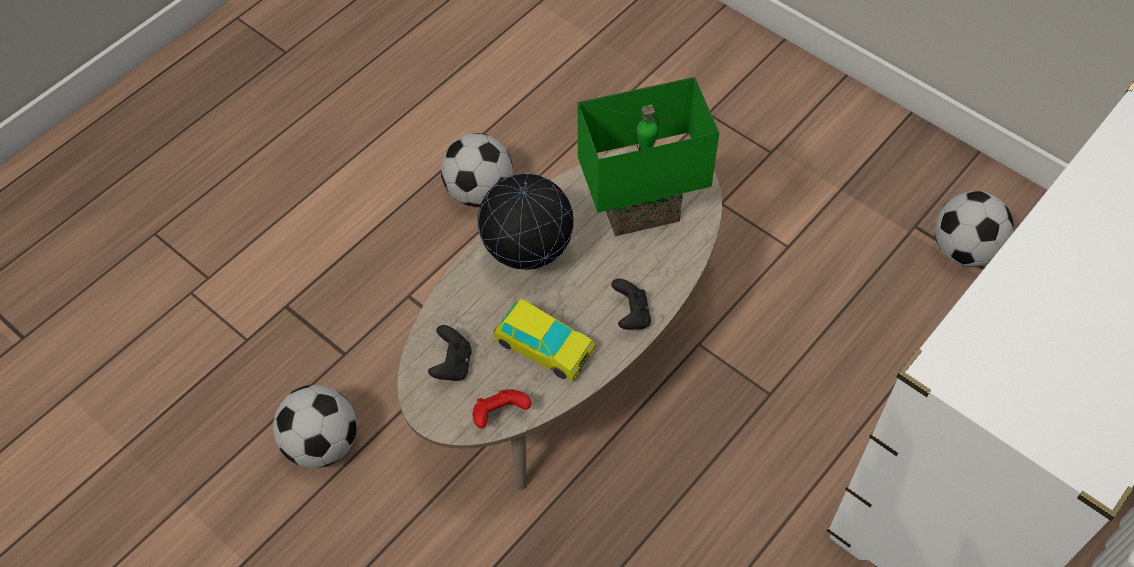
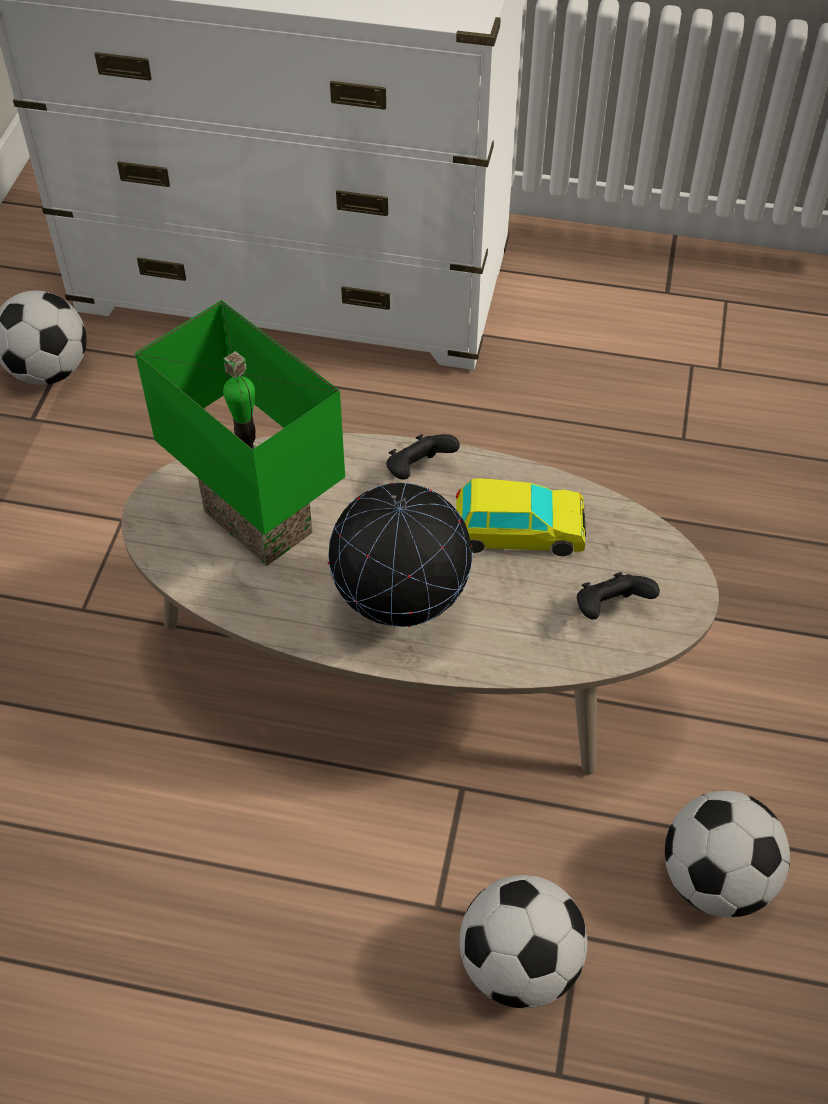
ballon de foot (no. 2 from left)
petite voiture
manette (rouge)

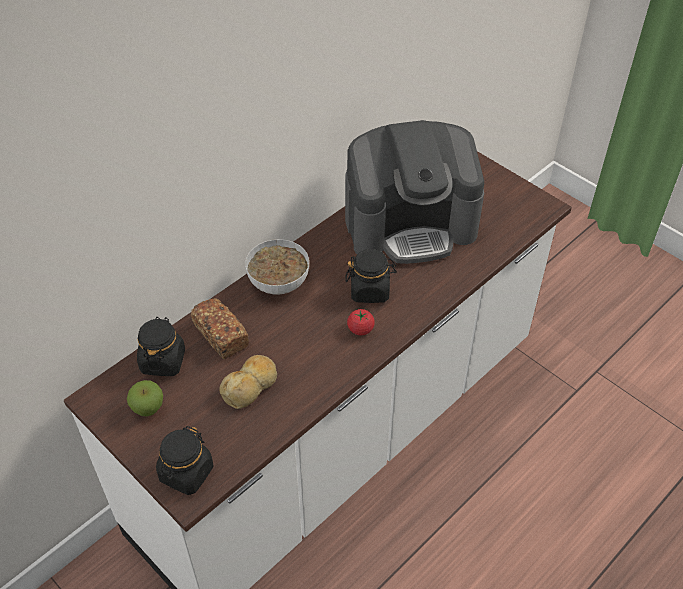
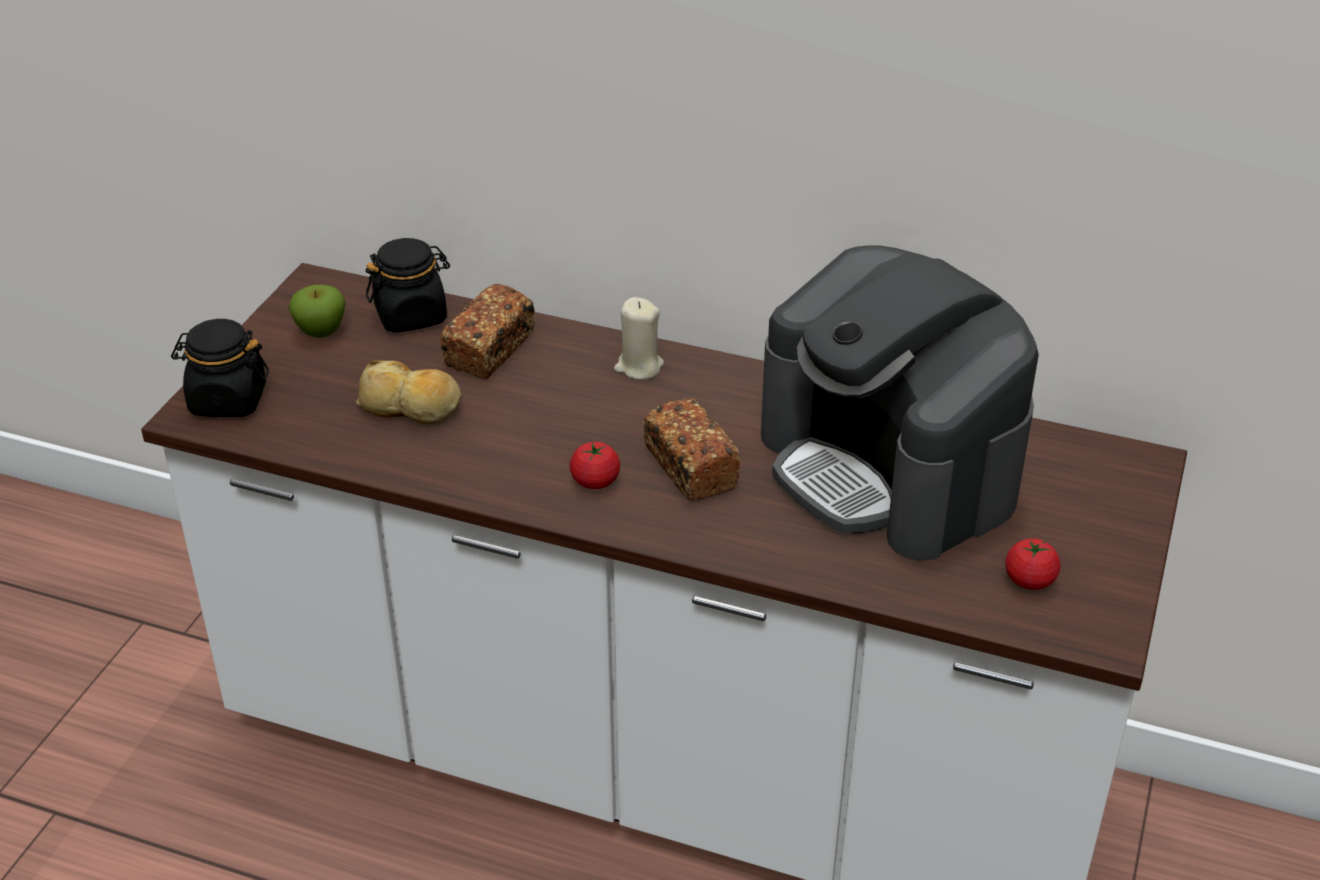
bougie (beige)
pain (no. 3 from left)
tomate (no. 2 from left)

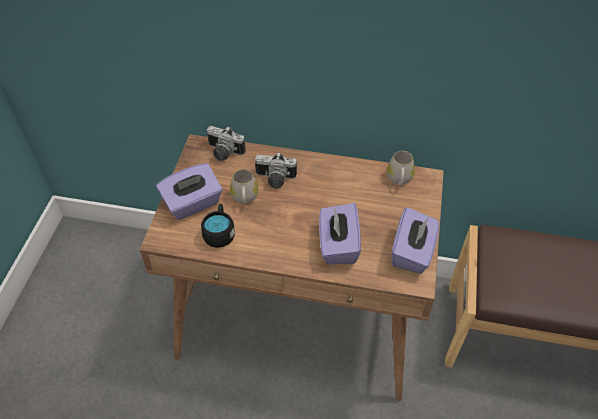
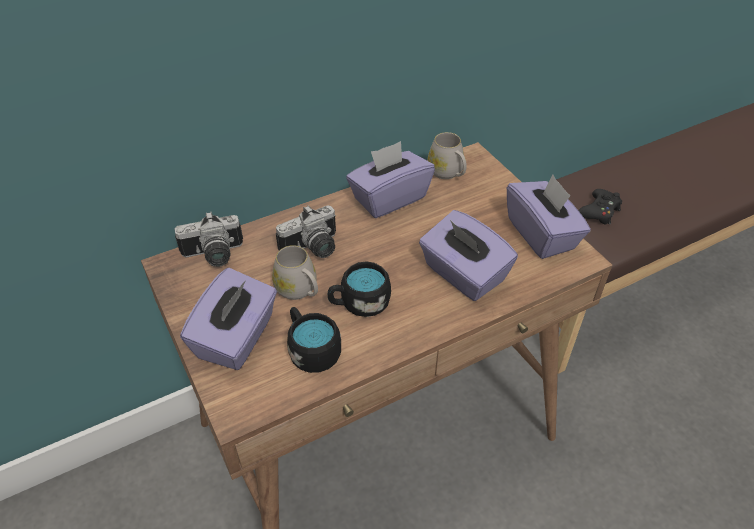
boîte à mouchoirs (violet) (no. 2 from left)
manette (noir)
mug (noir) (no. 2 from left)

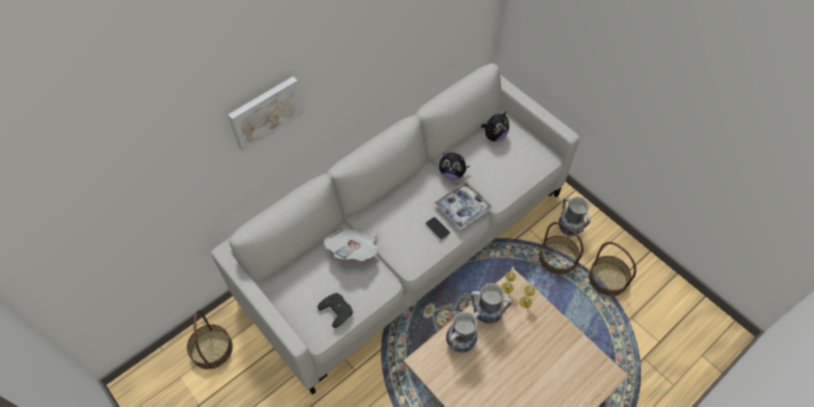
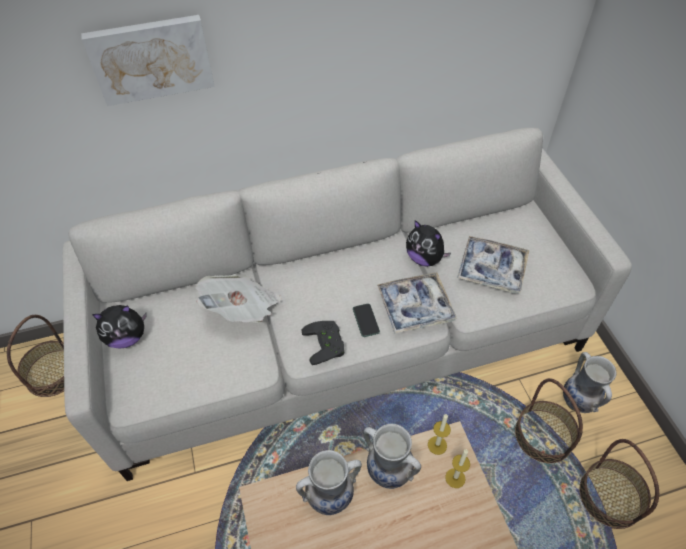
peluche (no. 1 from left)
manette (noir)
plateau (no. 2 from left)

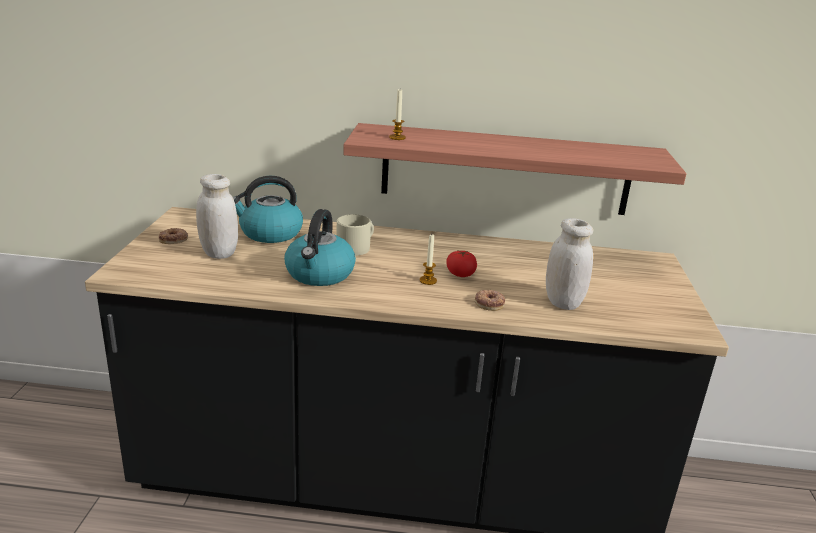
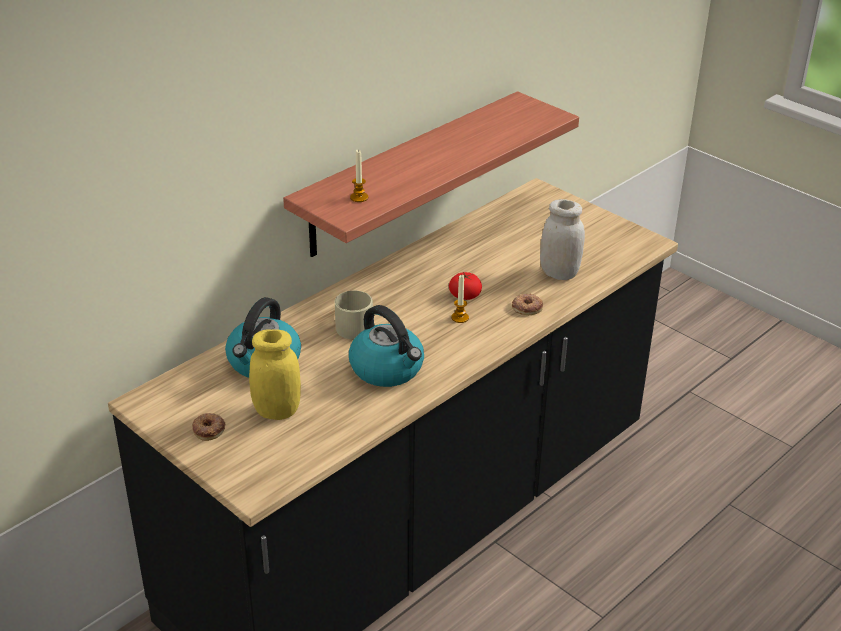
bocal (jaune)

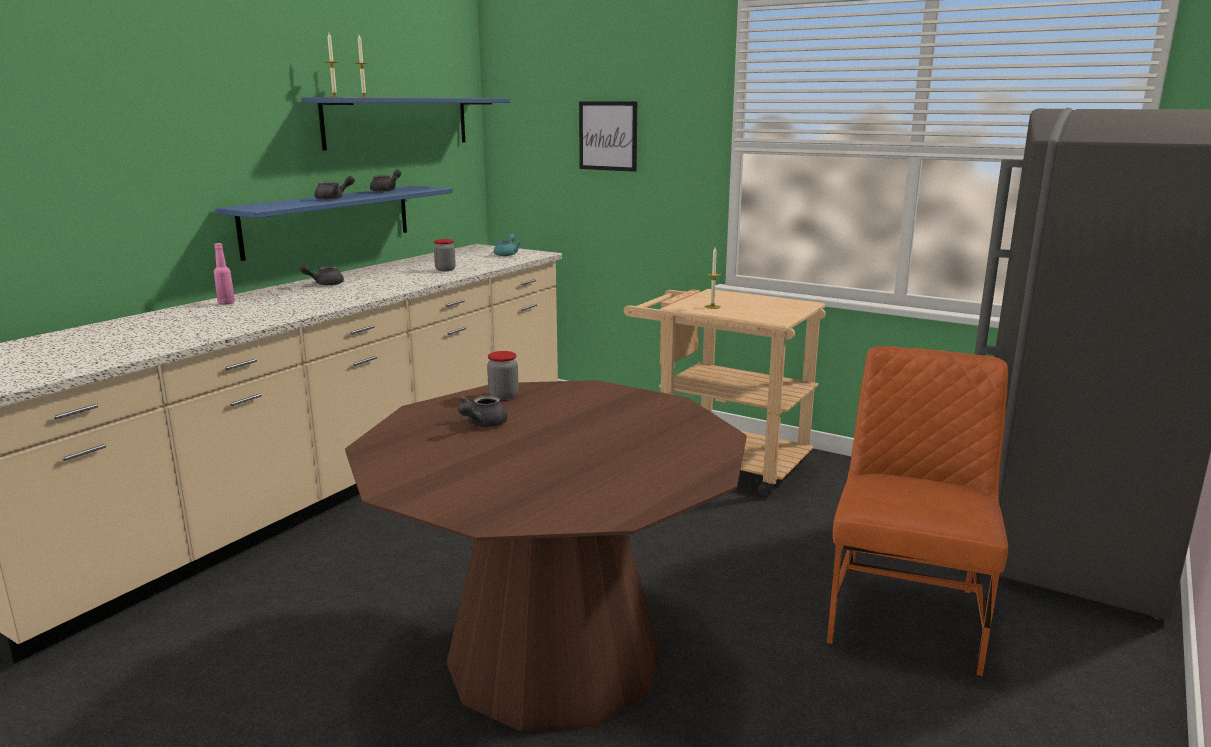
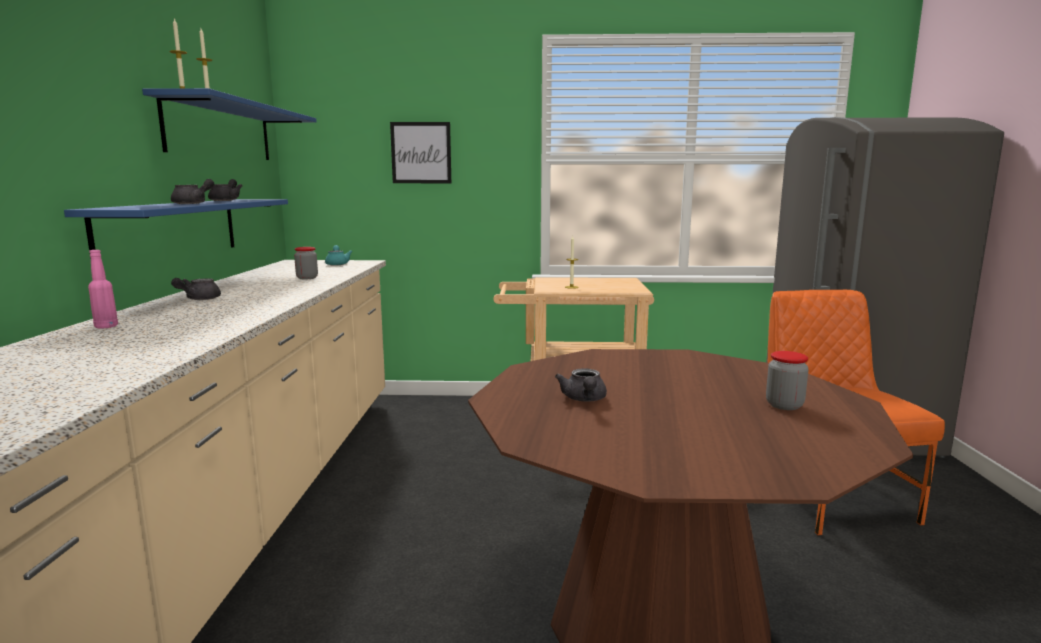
bocal (no. 2 from left)

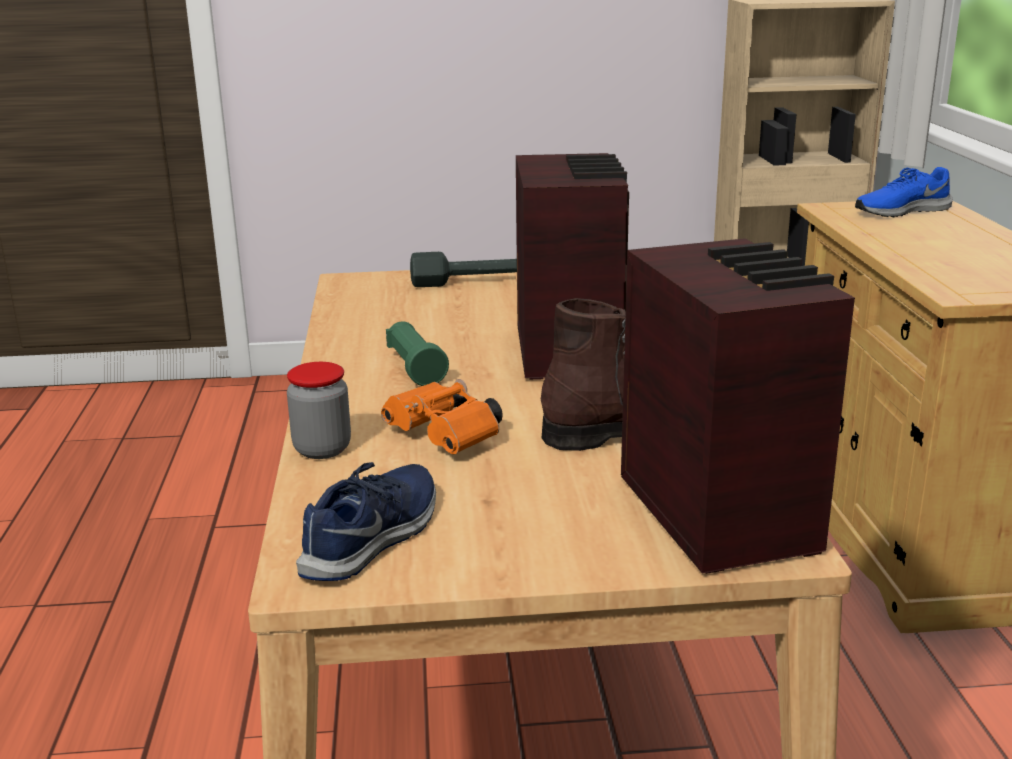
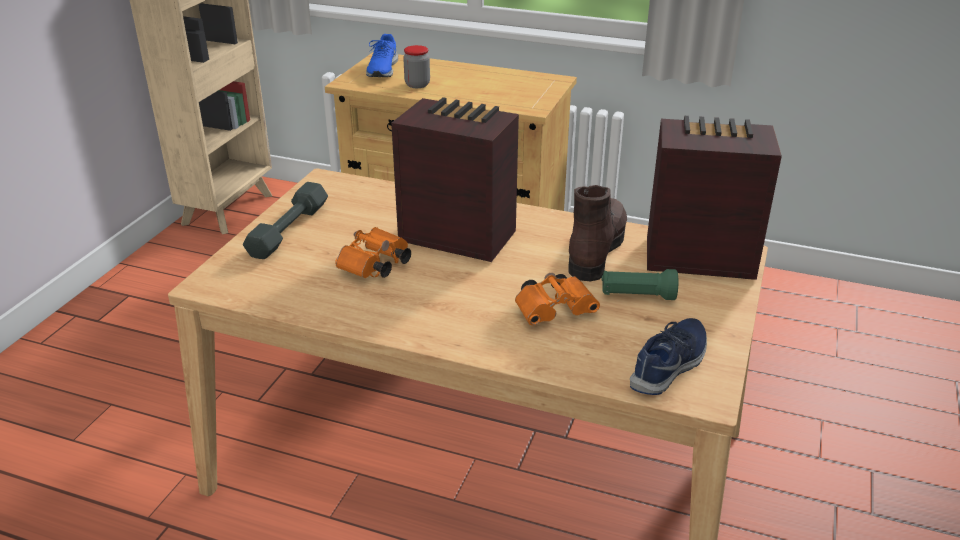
lampe de poche (vert)
bocal
chaussure (bleu) (no. 2 from left)
jumelles (orange) (no. 1 from left)

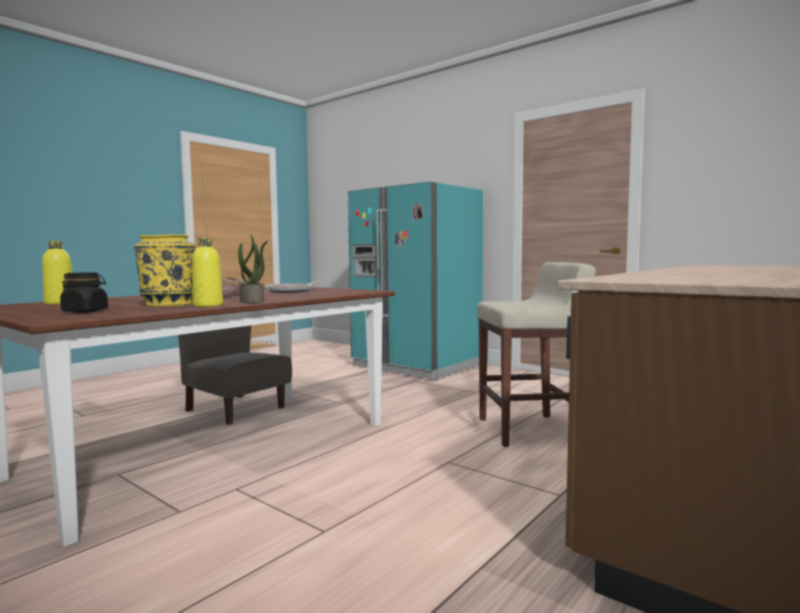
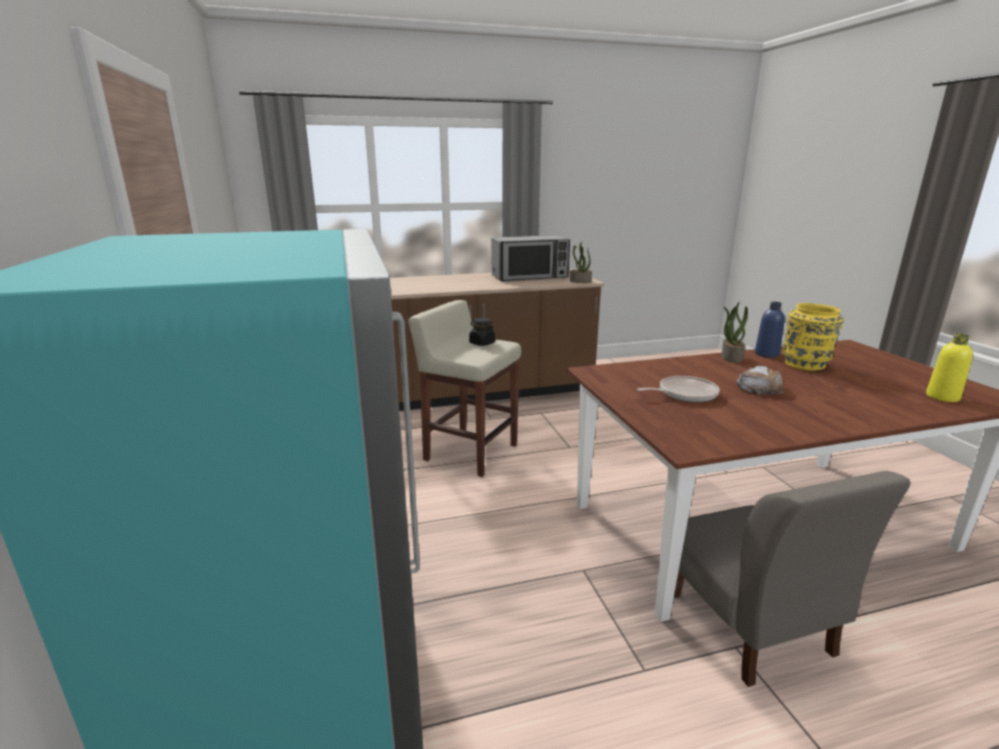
bouteille (bleu)
bocal (noir)
micro-ondes
plante en pot (no. 1 from left)

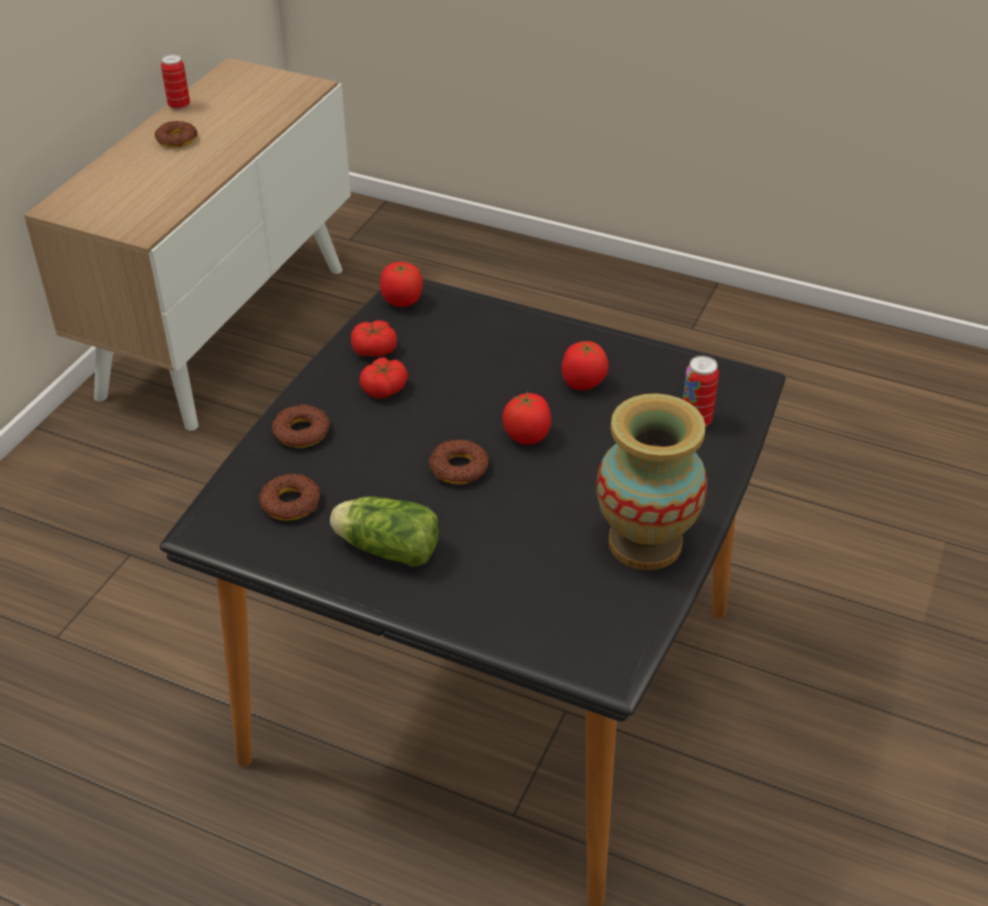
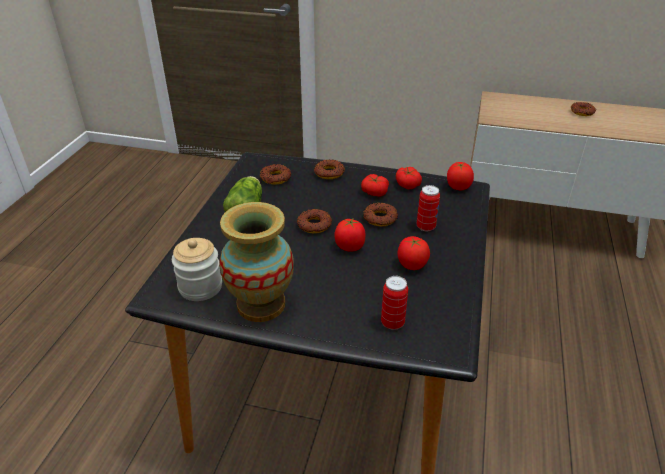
boîte métallique (no. 2 from left)
beignet (no. 4 from left)
bocal

